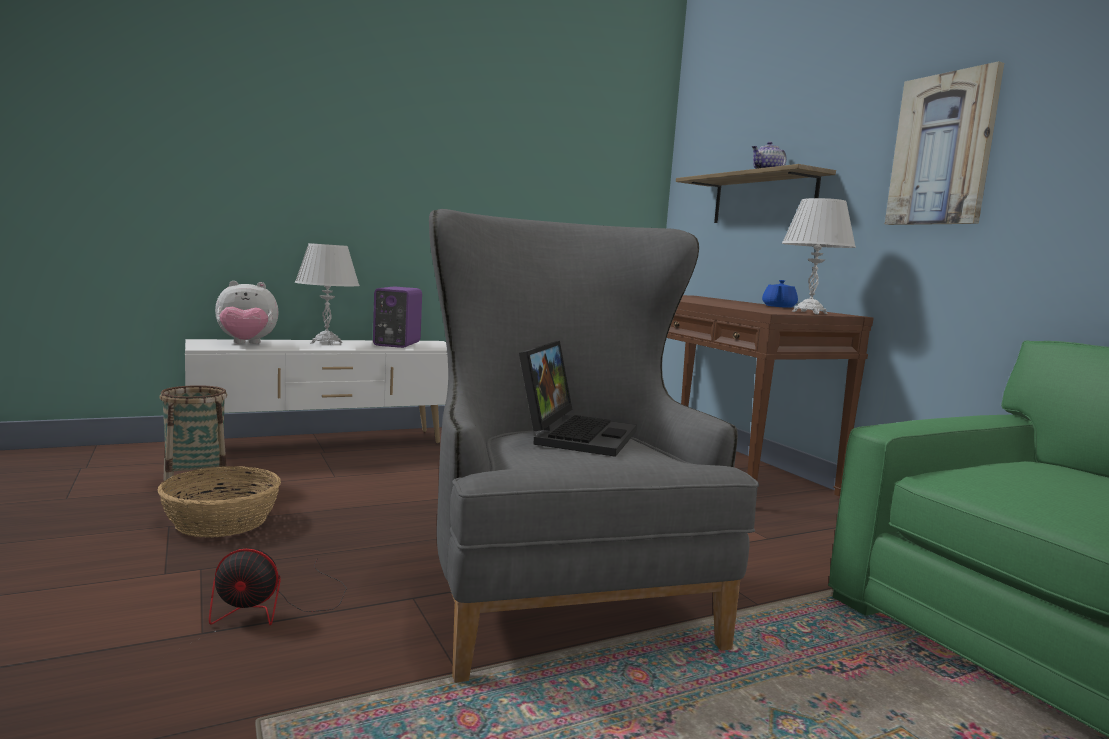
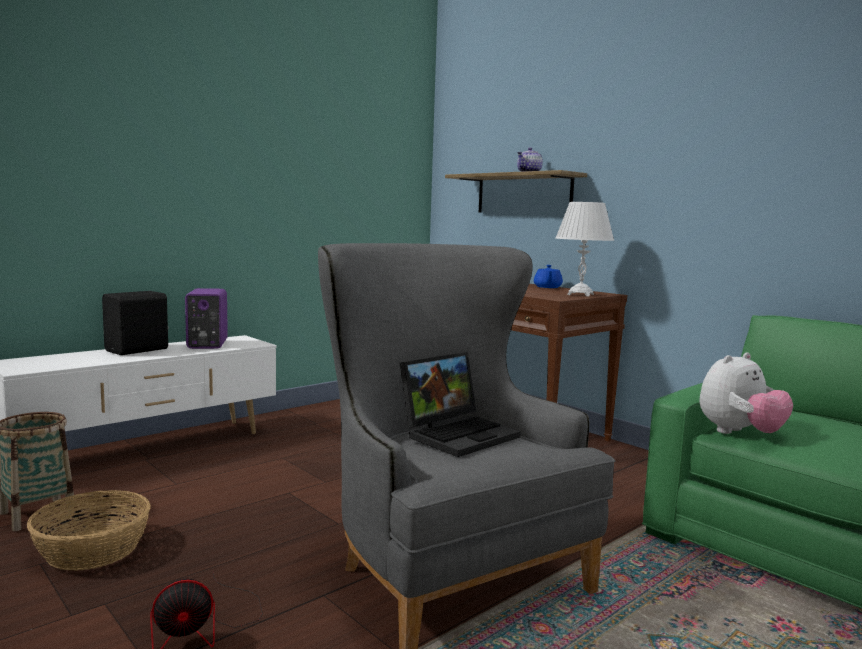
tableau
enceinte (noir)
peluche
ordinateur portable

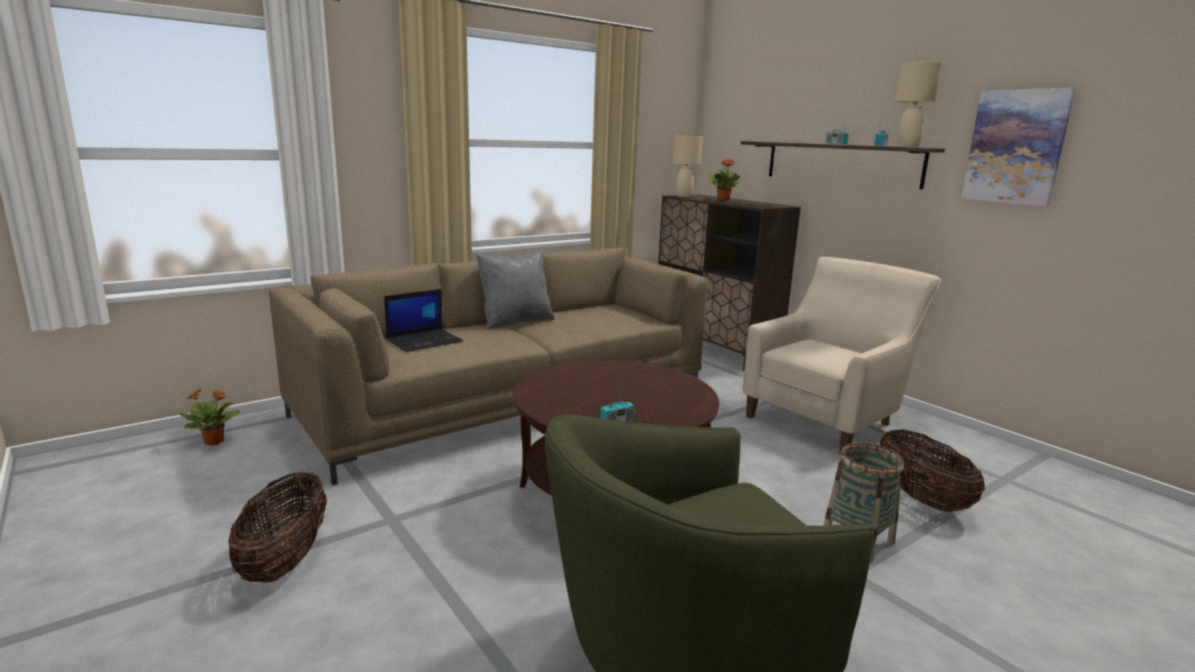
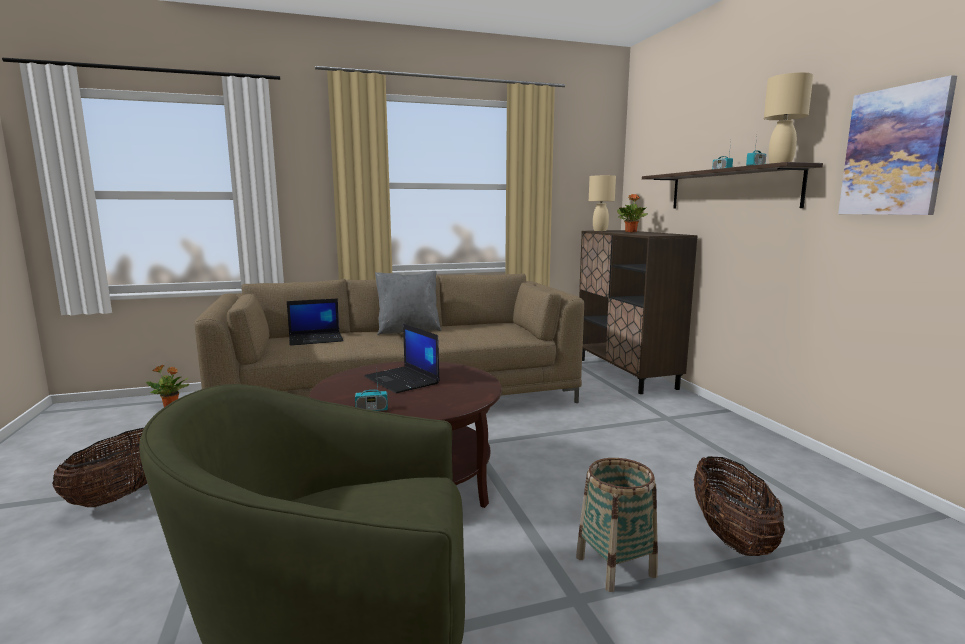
fauteuil (beige)
ordinateur portable (no. 2 from left)

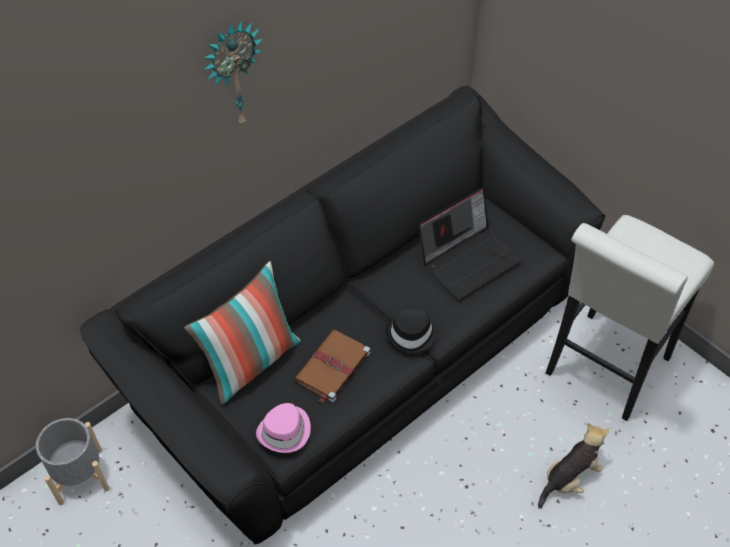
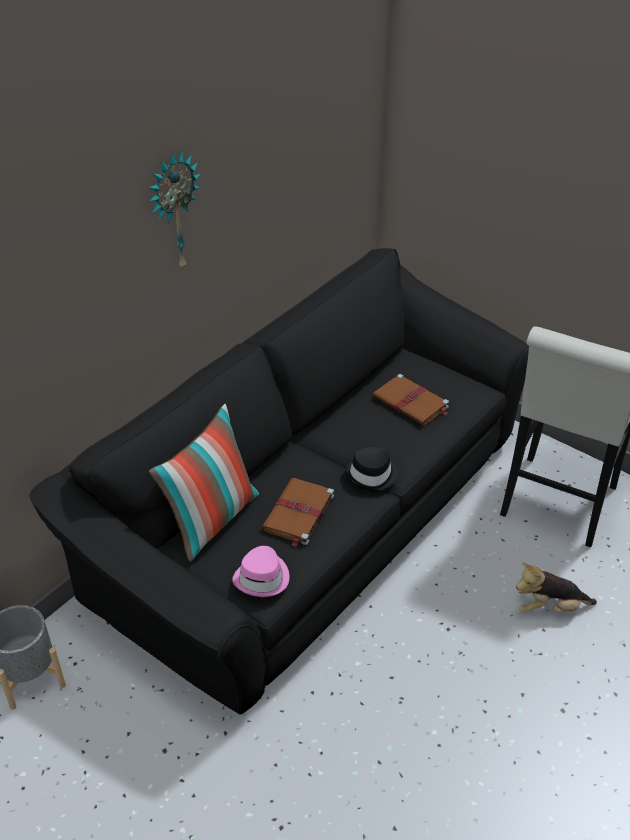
livre (marron) (no. 2 from left)
peluche

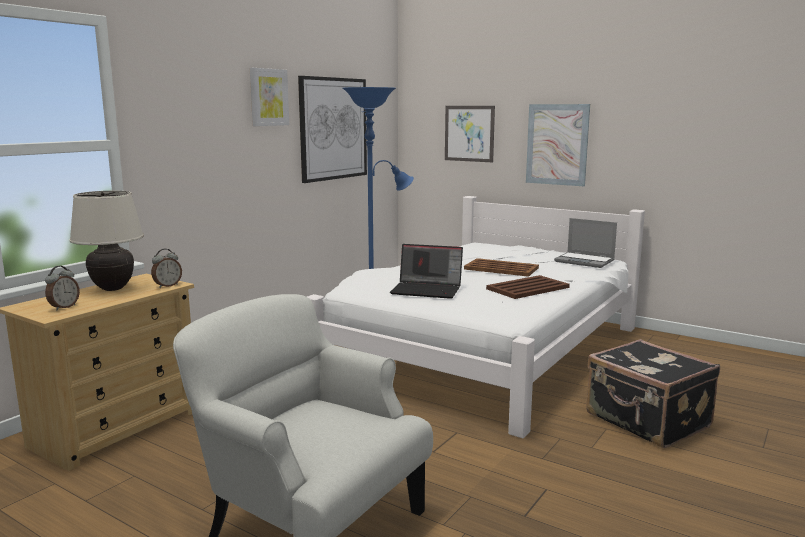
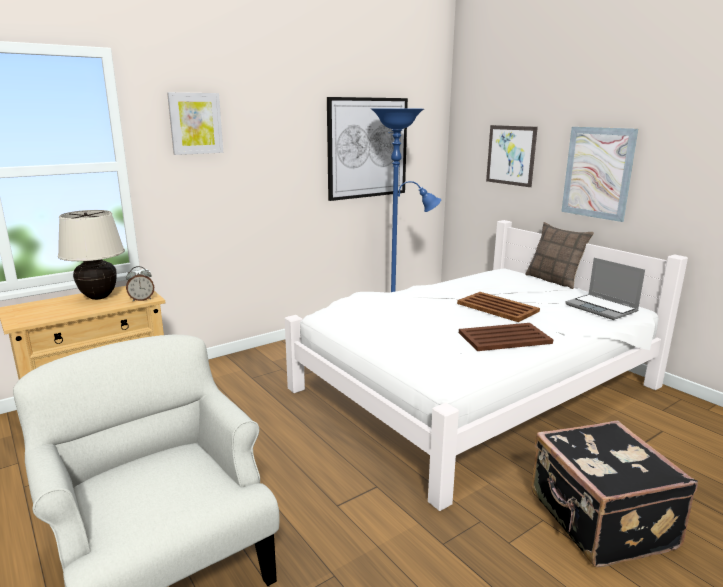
tableau (no. 1 from left)
ordinateur portable (no. 1 from left in the first image)
réveil (no. 1 from left in the first image)
coussin

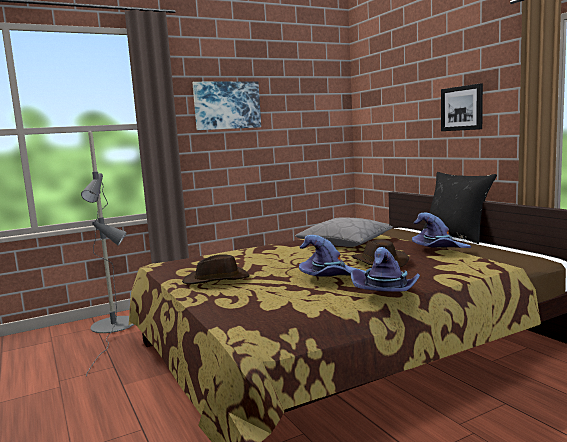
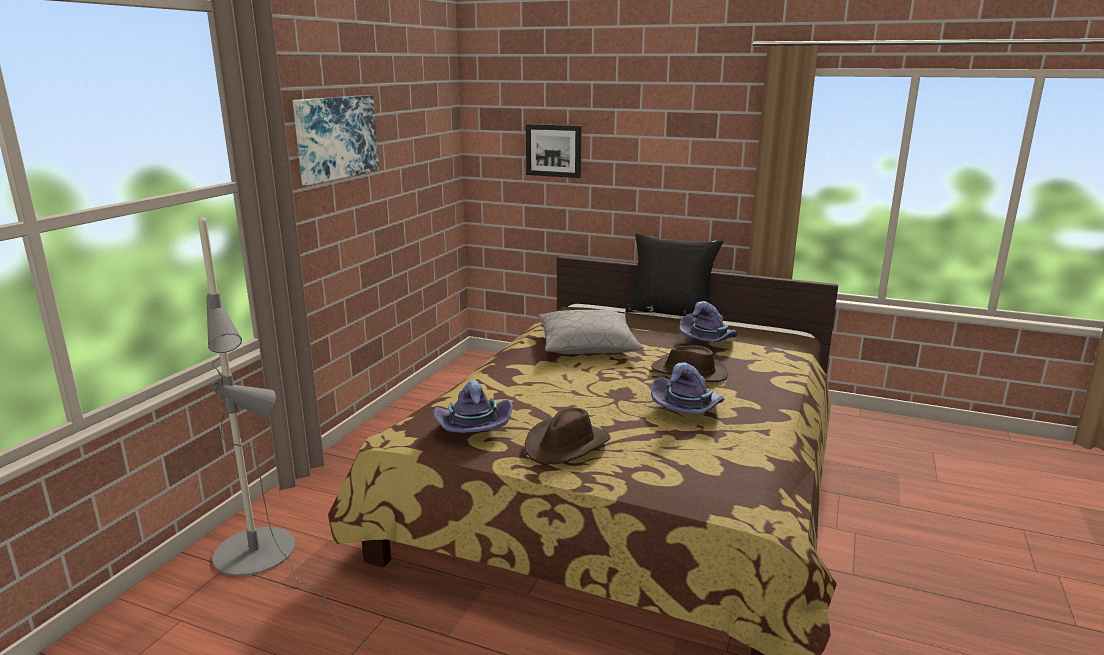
tableau (no. 2 from left)
chapeau (violet) (no. 1 from left)

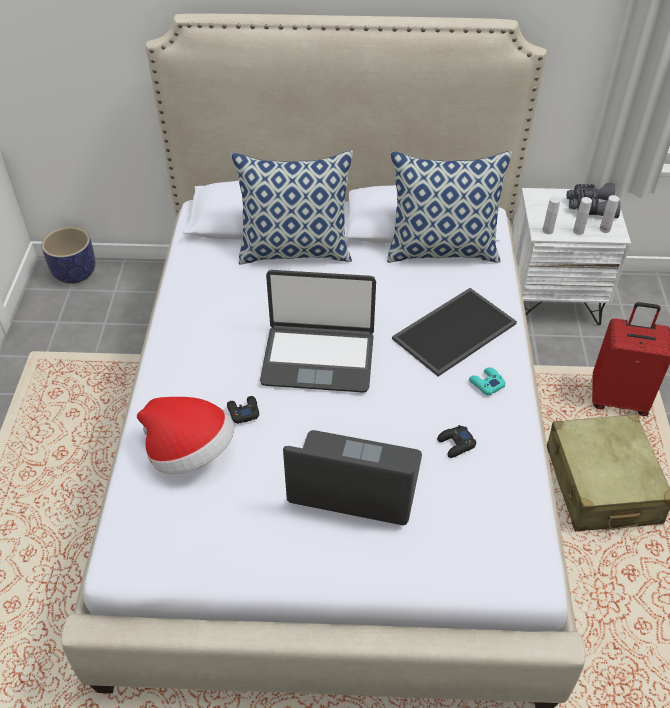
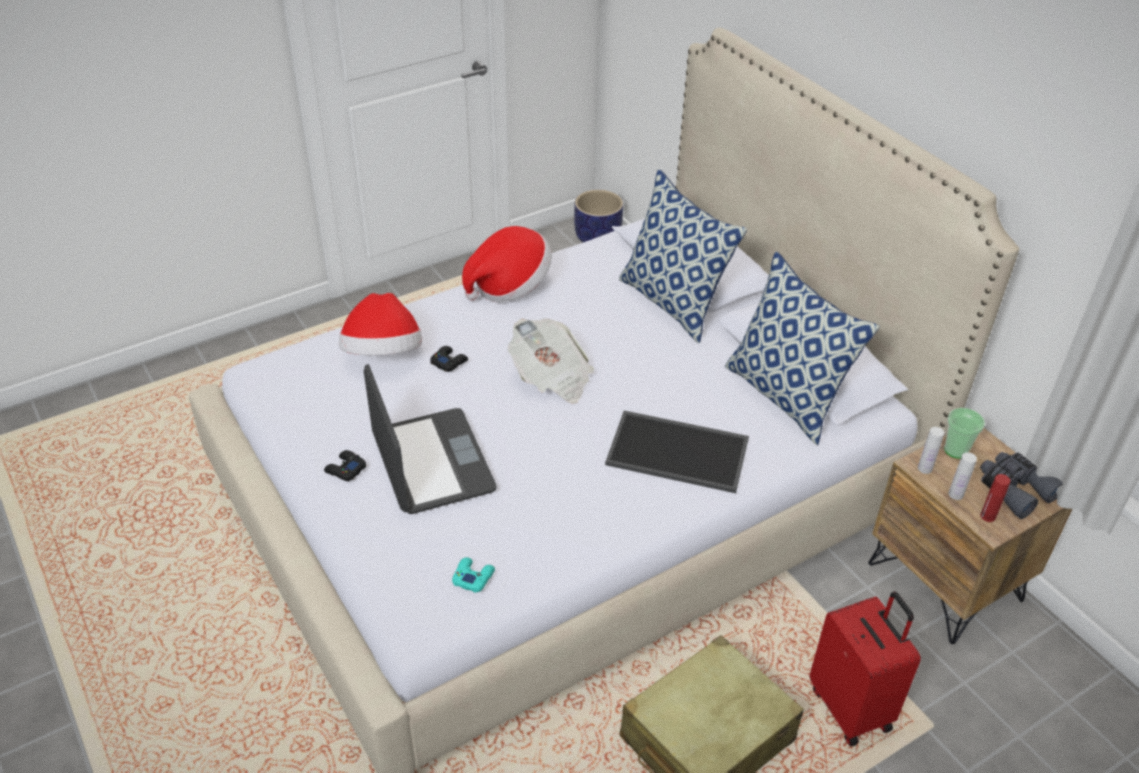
table de chevet (marron)
bouteille (rouge)
journal
manette (turquoise)
manette (noir) (no. 1 from left)
chapeau (no. 2 from left)
tasse

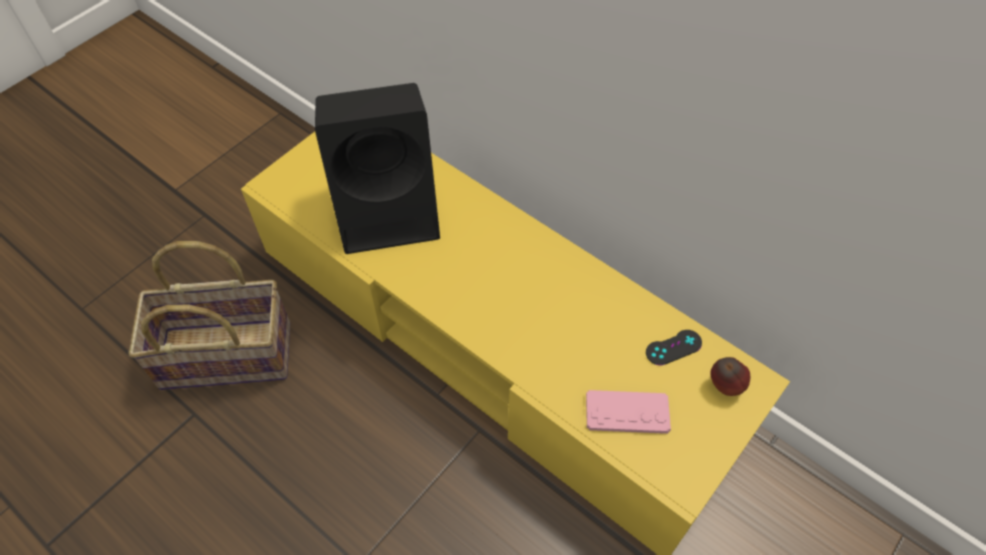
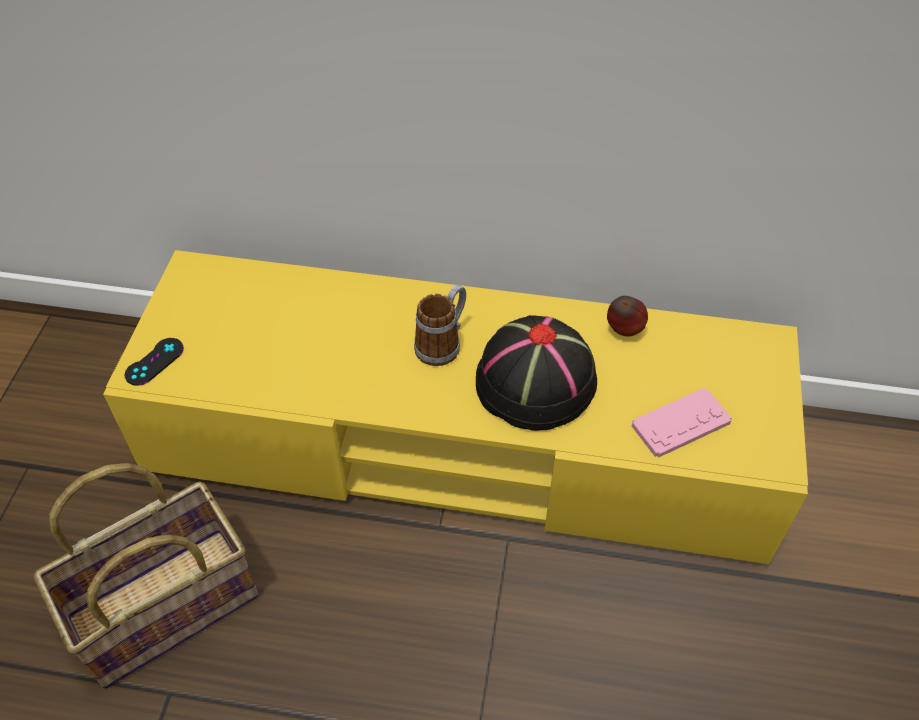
enceinte (noir)
manette (noir)
pomme
mug
chapeau (noir)

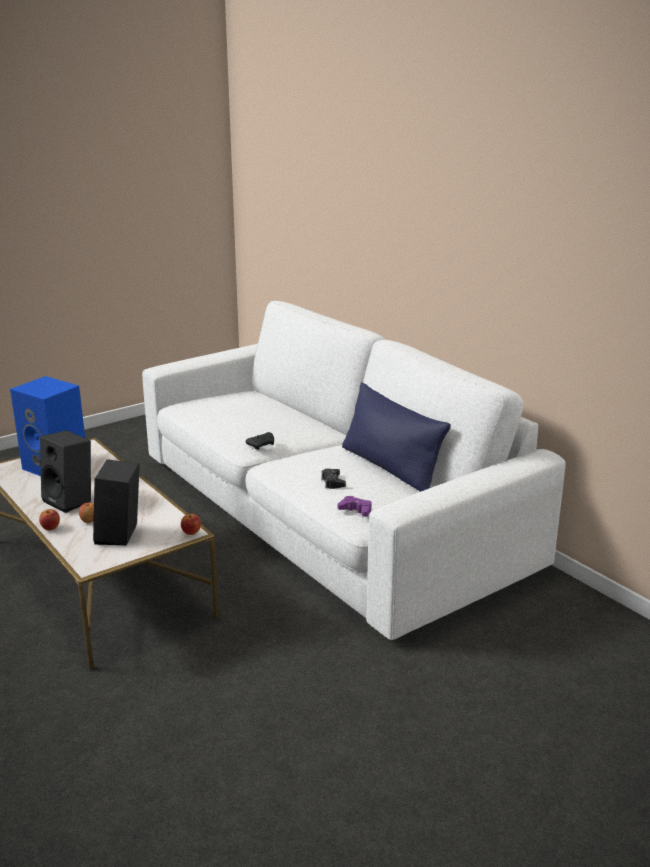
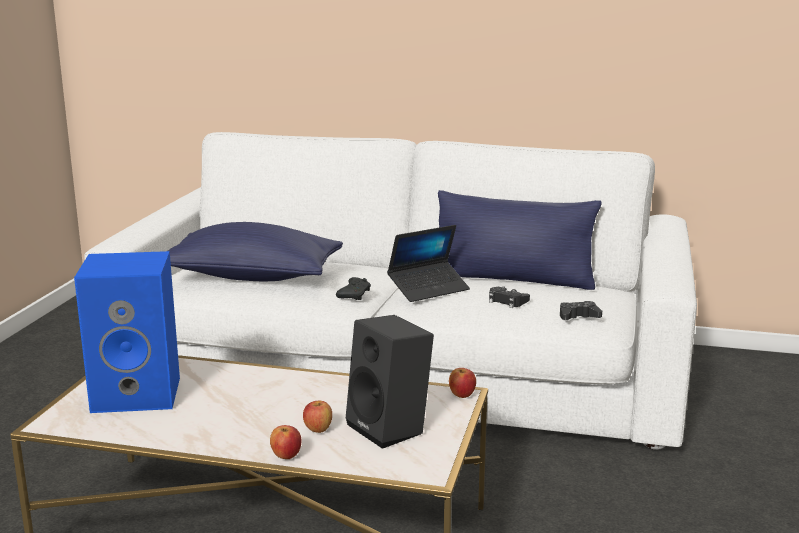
enceinte (noir) (no. 1 from left in the first image)
manette (noir) (no. 3 from left)
coussin (bleu) (no. 1 from left)
ordinateur portable

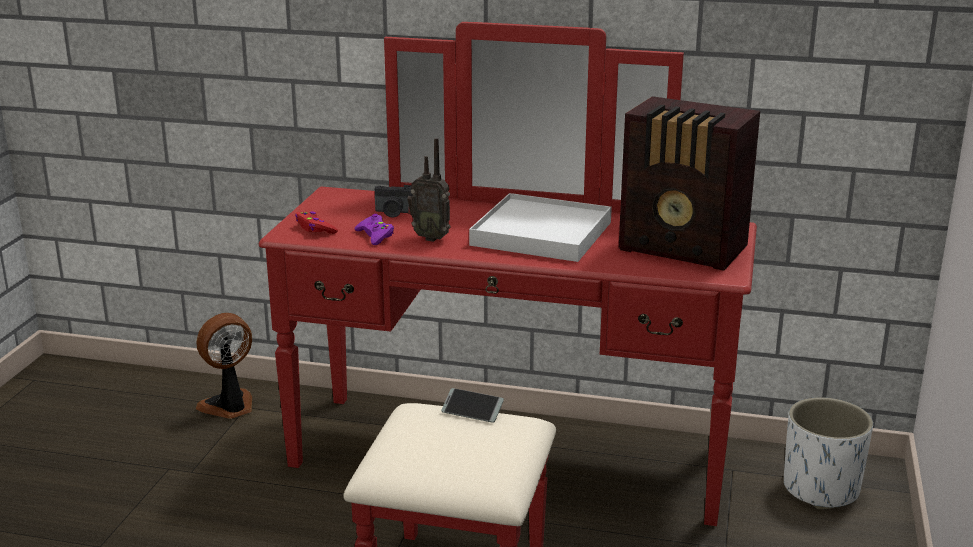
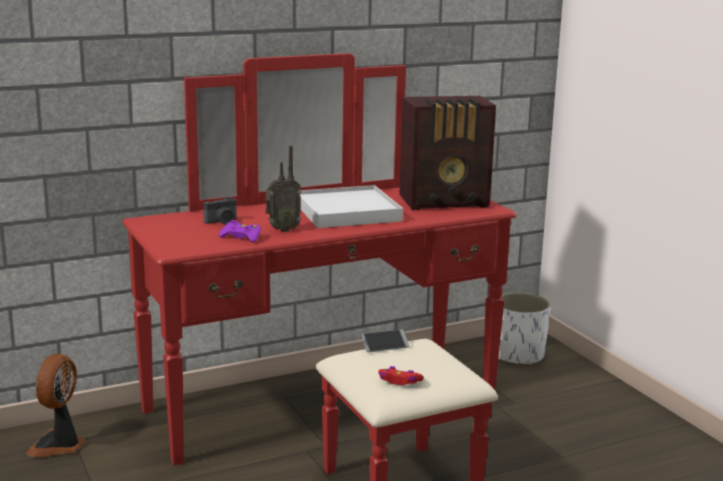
manette (rouge)

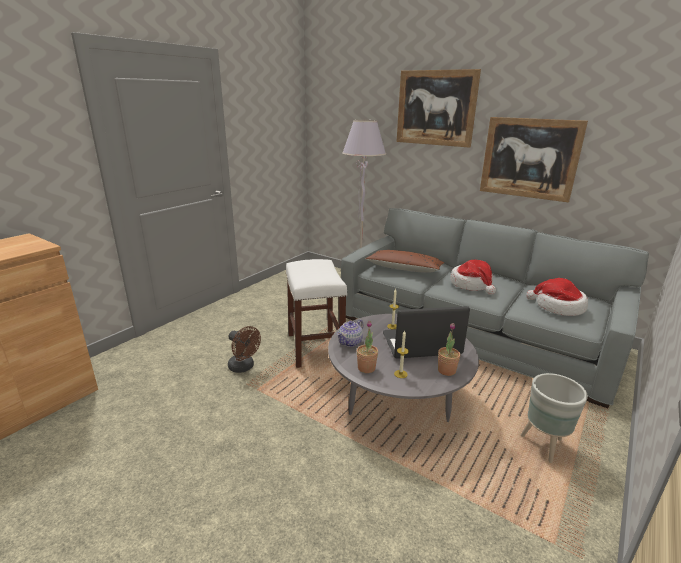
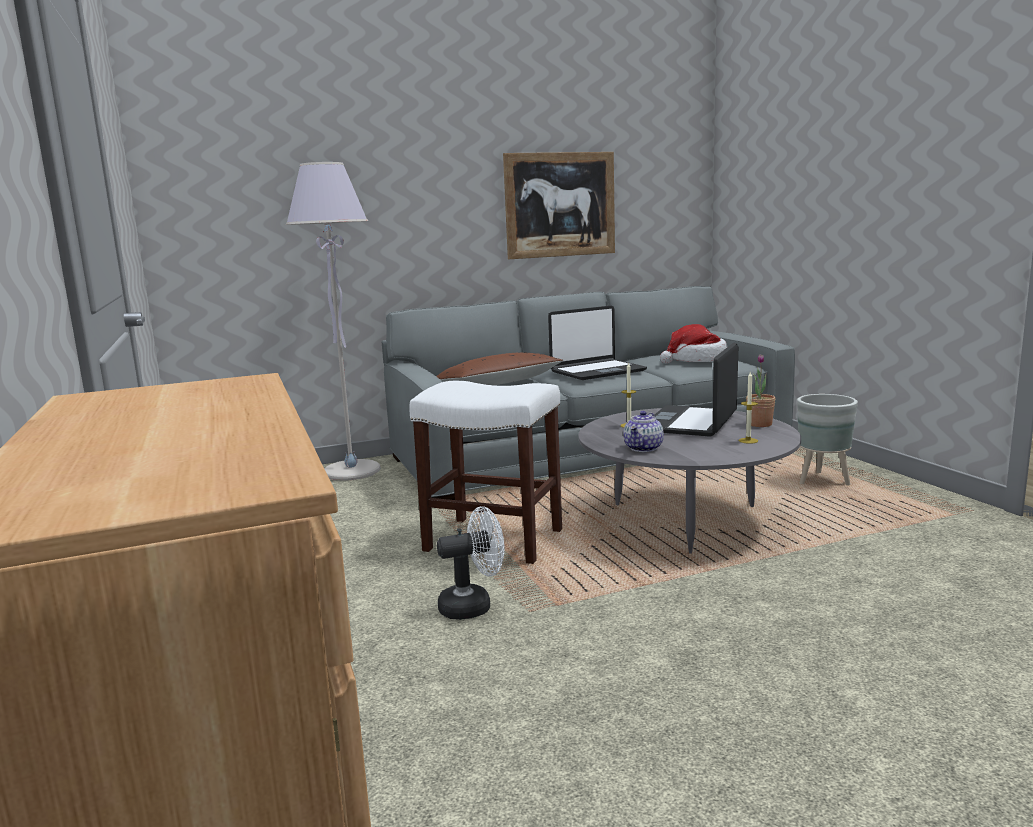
tableau (no. 1 from left in the first image)
ordinateur portable (no. 1 from left)
théière
plante en pot (no. 1 from left in the first image)
ventilateur (blanc)

